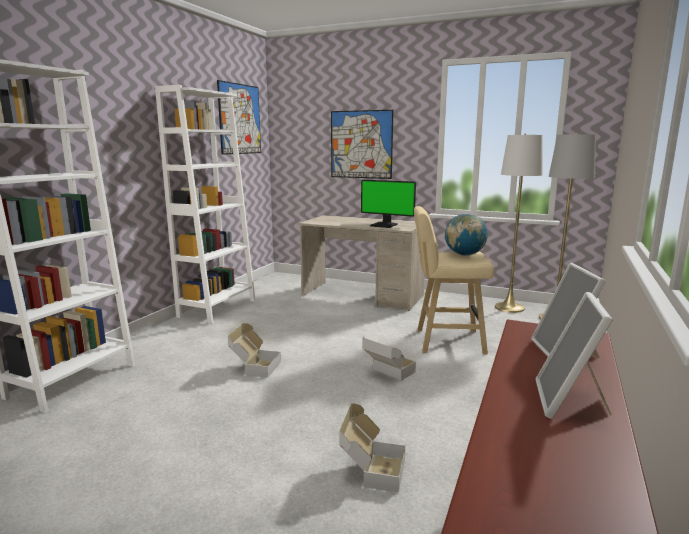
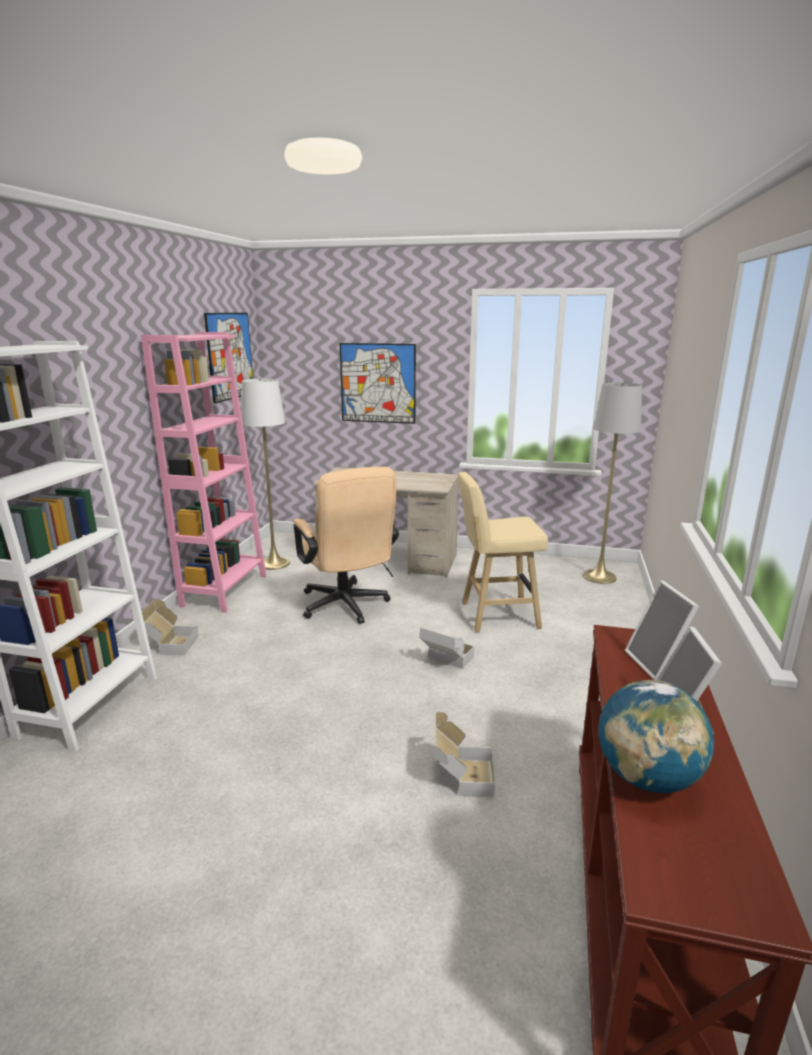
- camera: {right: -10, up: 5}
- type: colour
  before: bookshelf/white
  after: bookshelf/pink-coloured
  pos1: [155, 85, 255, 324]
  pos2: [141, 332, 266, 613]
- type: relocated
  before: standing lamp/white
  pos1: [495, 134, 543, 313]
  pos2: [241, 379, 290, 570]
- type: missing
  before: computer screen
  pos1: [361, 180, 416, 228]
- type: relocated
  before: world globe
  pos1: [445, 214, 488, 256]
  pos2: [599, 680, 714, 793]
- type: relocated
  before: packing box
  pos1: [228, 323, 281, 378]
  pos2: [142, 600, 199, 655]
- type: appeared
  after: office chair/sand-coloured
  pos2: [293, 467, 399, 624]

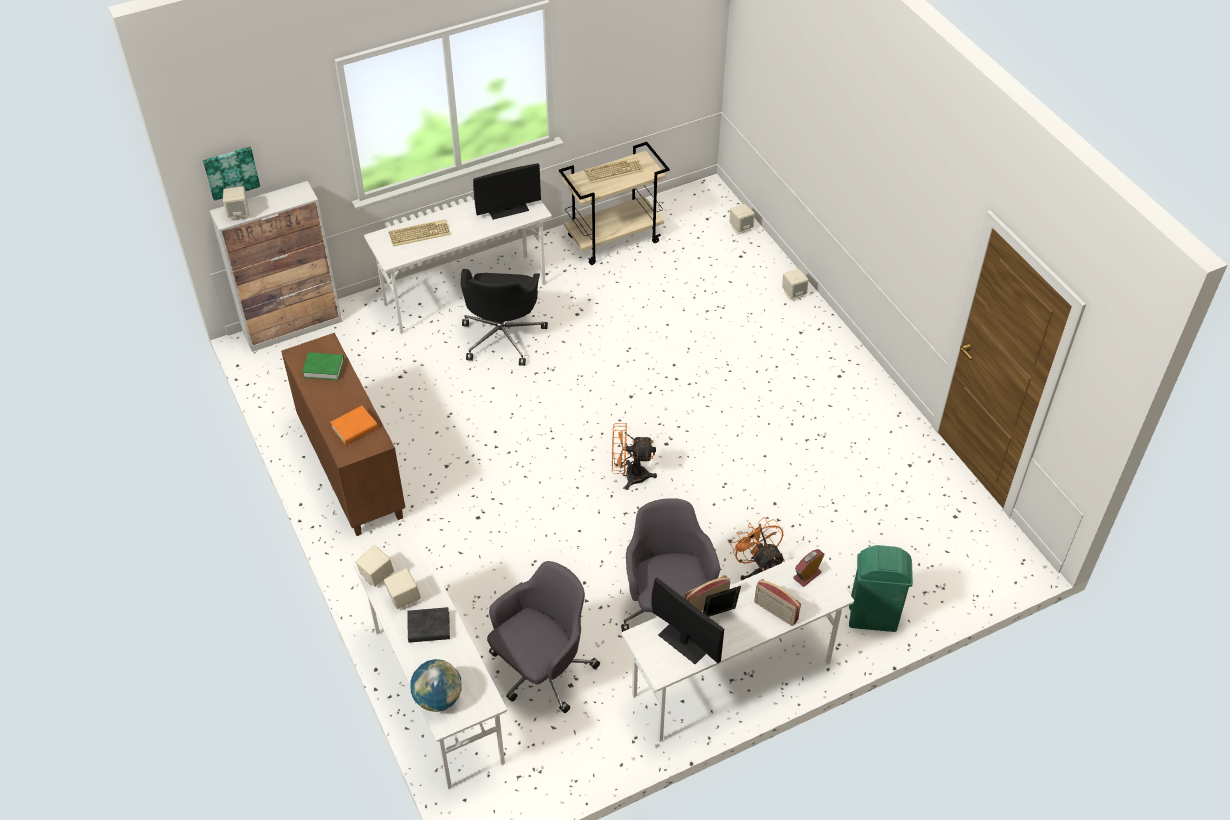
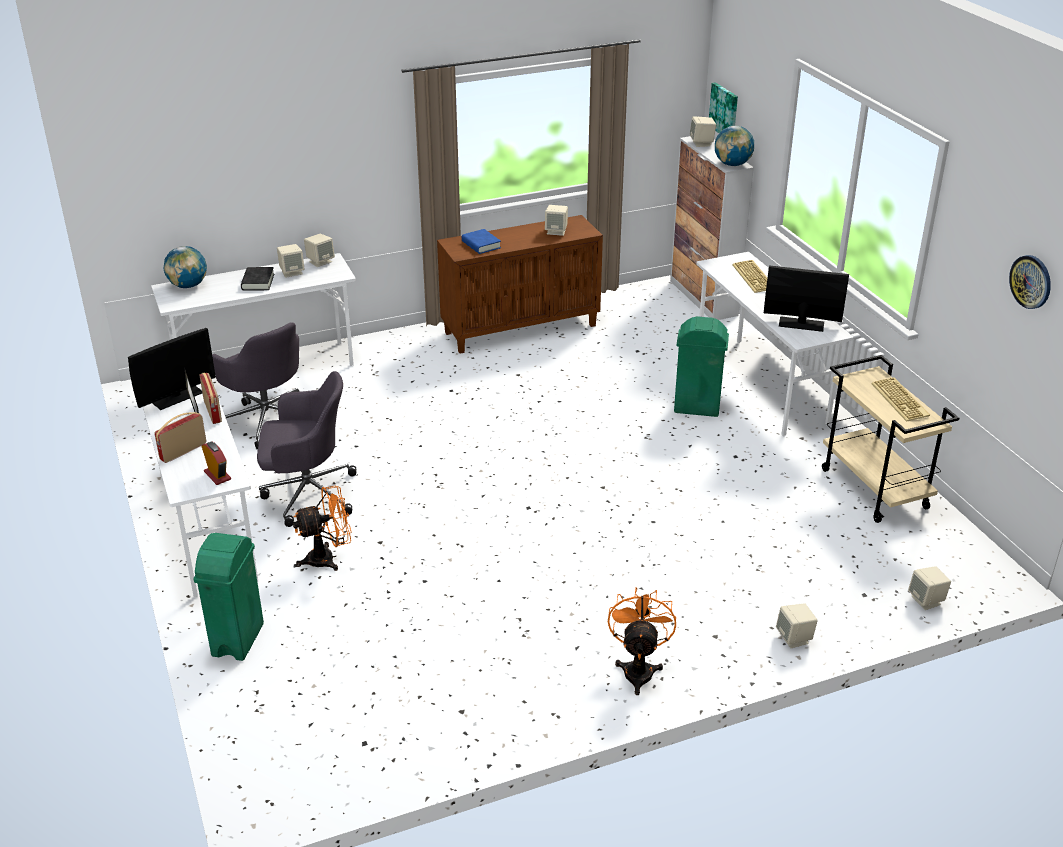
- camera: {right: 95, up: -15}
- type: spun
  before: computer screen
  pos1: [473, 163, 541, 220]
  pos2: [764, 265, 849, 332]
  turn: 120
- type: exchanged
  before: office chair/black-coloured
  after: trash can/green
  pos1: [461, 269, 548, 366]
  pos2: [674, 316, 729, 417]
- type: exchanged
  before: book/green
  after: speaker/sand-coloured
  pos1: [302, 352, 344, 380]
  pos2: [545, 205, 568, 236]
- type: colour
  before: book/orange
  after: book/blue
  pos1: [330, 406, 378, 445]
  pos2: [462, 229, 501, 254]
- type: relocated
  before: cooling fan/orange
  pos1: [612, 423, 657, 490]
  pos2: [608, 587, 676, 695]
- type: appeared
  after: world globe
  pos2: [715, 125, 754, 166]
- type: appeared
  after: wall clock
  pos2: [1009, 255, 1051, 309]

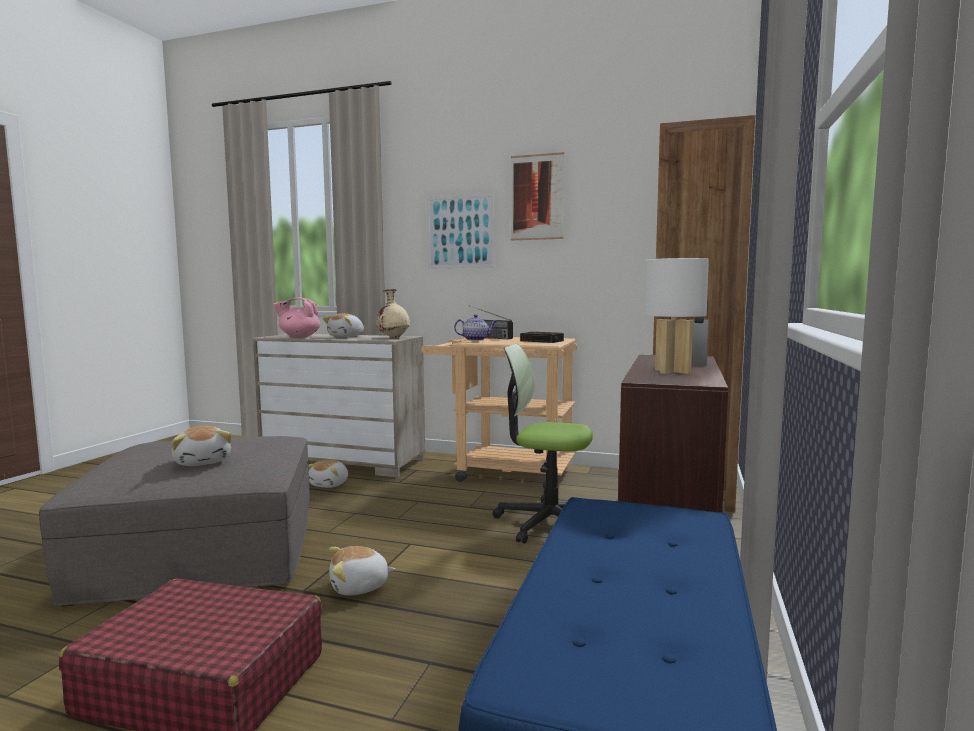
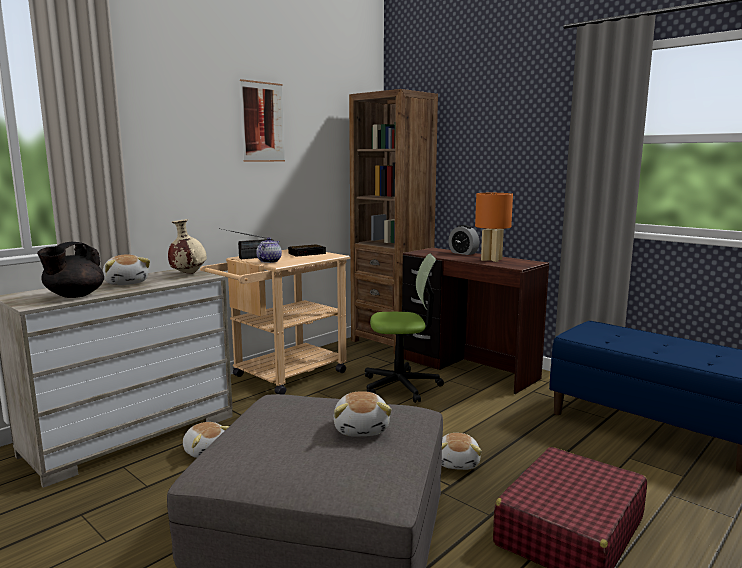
- camera: {right: -65, up: 5}
- type: missing
  before: wall picture
  pos1: [427, 194, 494, 269]
- type: colour
  before: lamp for a table/white
  after: lamp for a table/orange
  pos1: [644, 258, 709, 374]
  pos2: [475, 193, 513, 262]
- type: colour
  before: pot for tea/pink-coloured
  after: pot for tea/black-coloured
  pos1: [273, 298, 320, 338]
  pos2: [37, 242, 104, 298]
- type: spun
  before: office chair
  pos1: [493, 344, 593, 544]
  pos2: [365, 253, 444, 403]
  turn: -135
- type: spun
  before: soft toy
  pos1: [172, 426, 232, 466]
  pos2: [334, 391, 392, 437]
  turn: 90

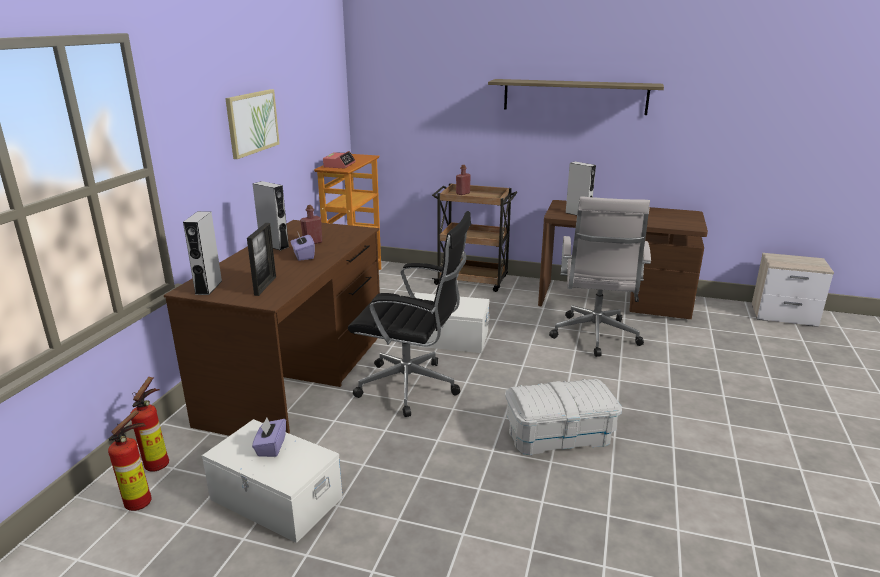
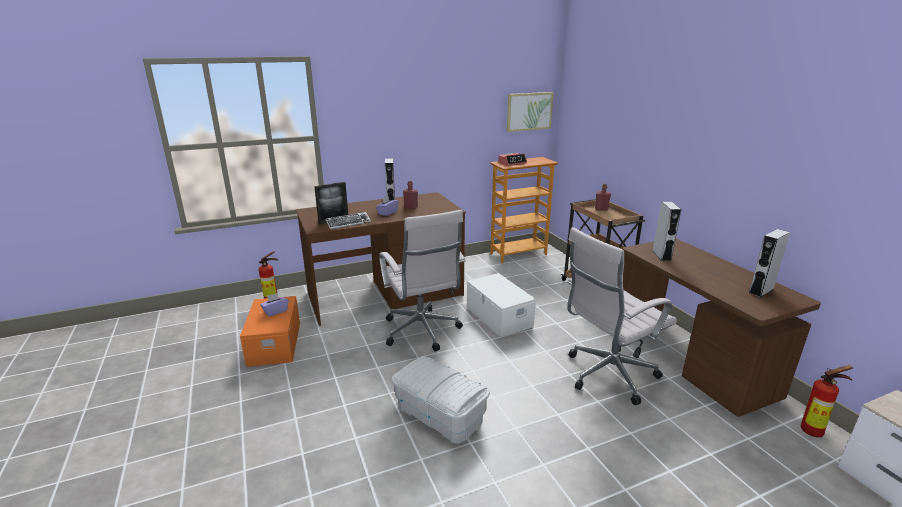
- camera: {right: 50, up: 0}
- type: missing
  before: bracket shelf
  pos1: [488, 79, 664, 115]
- type: relocated
  before: wall picture
  pos1: [225, 89, 280, 159]
  pos2: [507, 92, 554, 132]
- type: relocated
  before: speaker/greyish
  pos1: [183, 211, 222, 295]
  pos2: [749, 229, 790, 297]
- type: colour
  before: office chair/black-coloured
  after: office chair/white
  pos1: [348, 211, 471, 417]
  pos2: [379, 210, 466, 352]
- type: relocated
  before: fire extinguisher
  pos1: [108, 410, 152, 511]
  pos2: [801, 365, 853, 437]
- type: colour
  before: storage bin/white
  after: storage bin/orange
  pos1: [202, 419, 343, 543]
  pos2: [240, 296, 300, 367]
- type: appeared
  after: keyboard
  pos2: [325, 212, 371, 229]

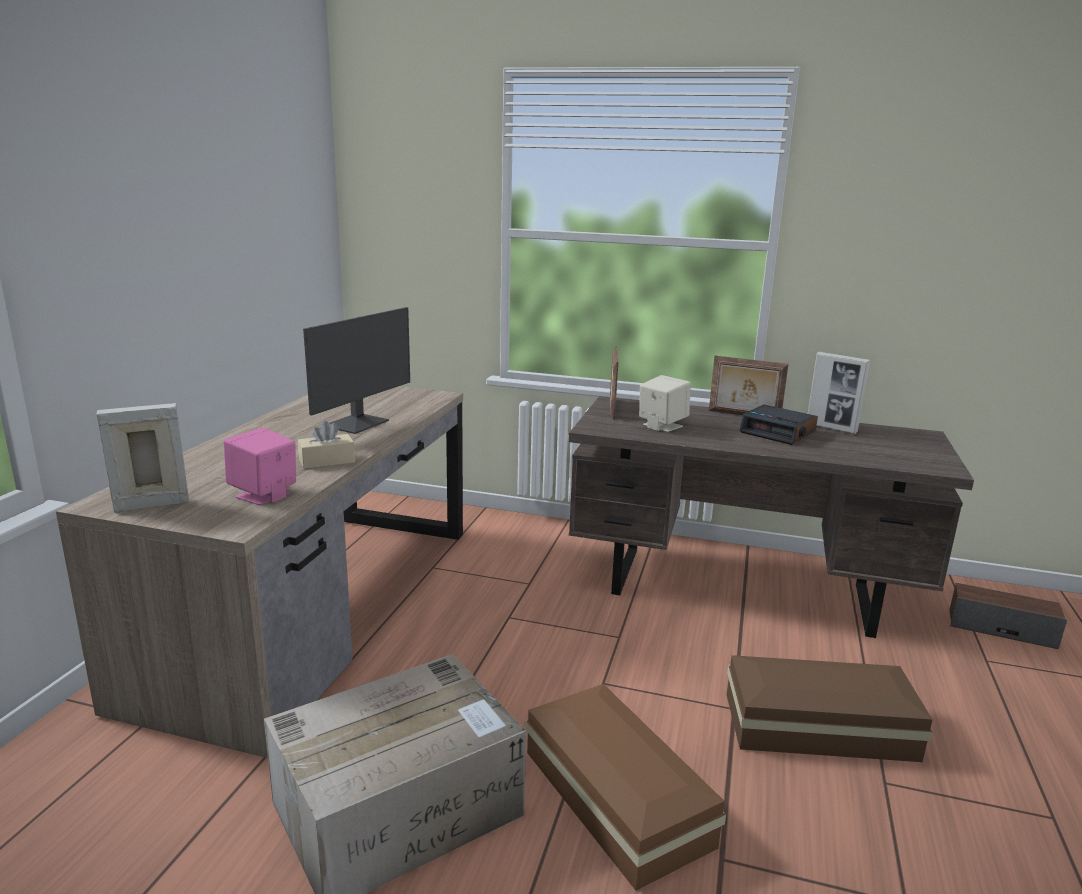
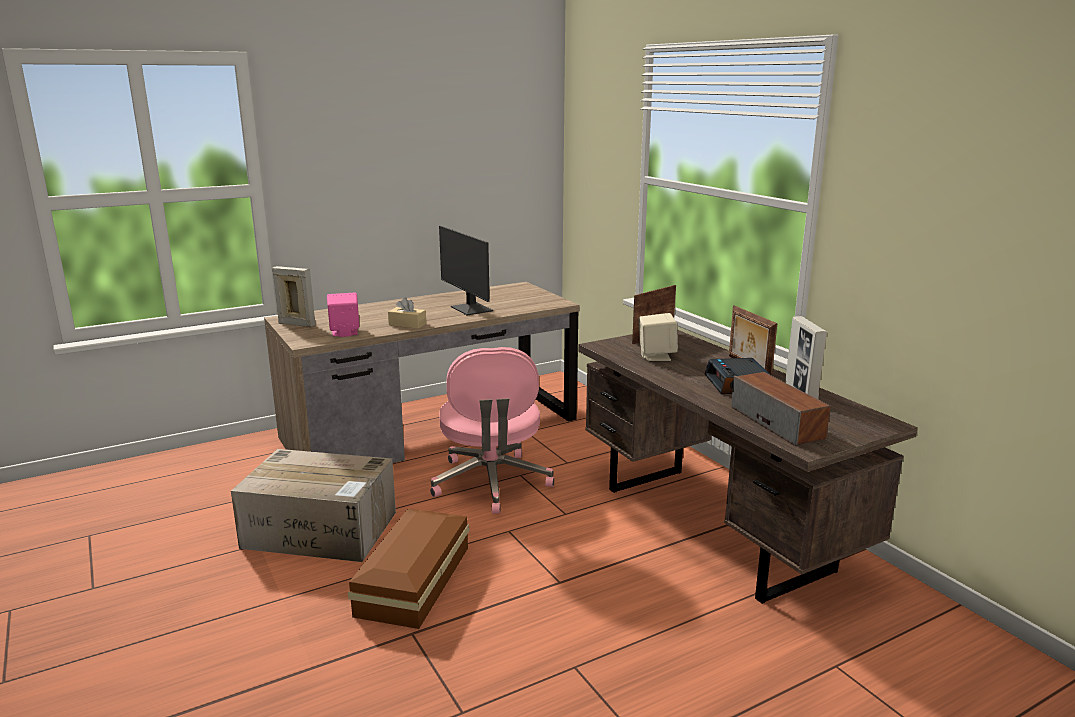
- camera: {right: 45, up: 0}
- type: spun
  before: computer screen
  pos1: [303, 307, 410, 434]
  pos2: [439, 226, 493, 315]
  turn: 75
- type: relocated
  before: speaker
  pos1: [950, 583, 1067, 649]
  pos2: [731, 372, 830, 446]
- type: missing
  before: storage bin/brown-coloured
  pos1: [727, 655, 933, 762]
- type: appeared
  after: office chair/pink-coloured
  pos2: [430, 347, 554, 513]

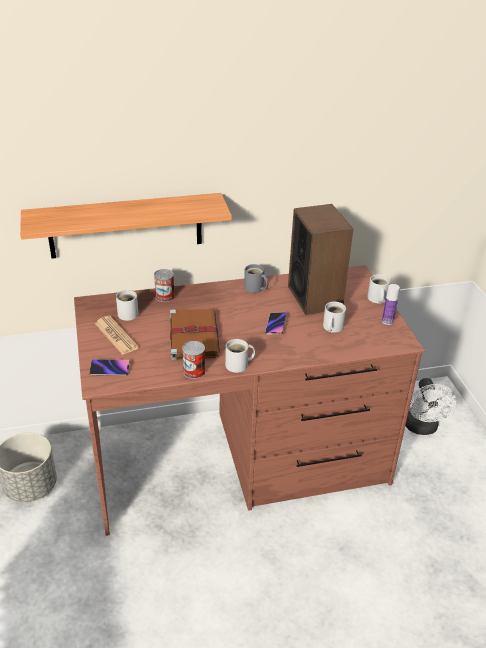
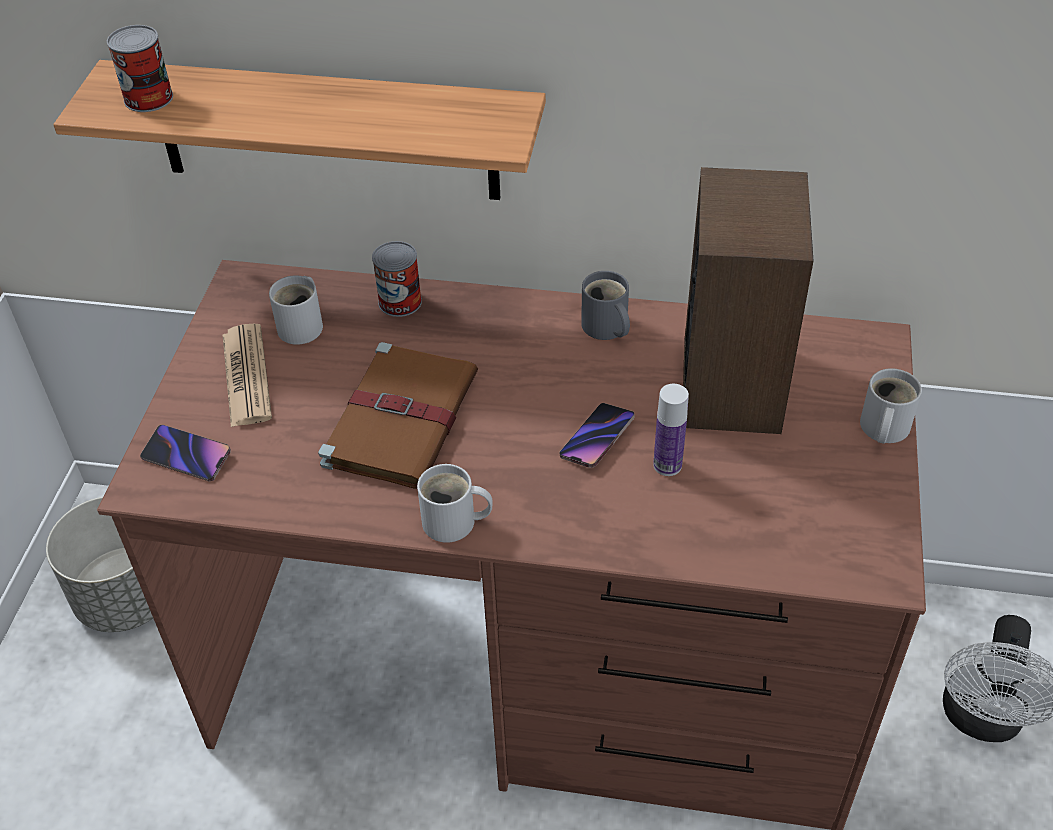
- camera: {right: 25, up: 10}
- type: relocated
  before: beverage bottle
  pos1: [382, 284, 400, 325]
  pos2: [653, 384, 689, 476]
- type: missing
  before: coffee mug/white
  pos1: [323, 302, 346, 333]
- type: relocated
  before: can
  pos1: [182, 341, 205, 379]
  pos2: [107, 25, 173, 112]

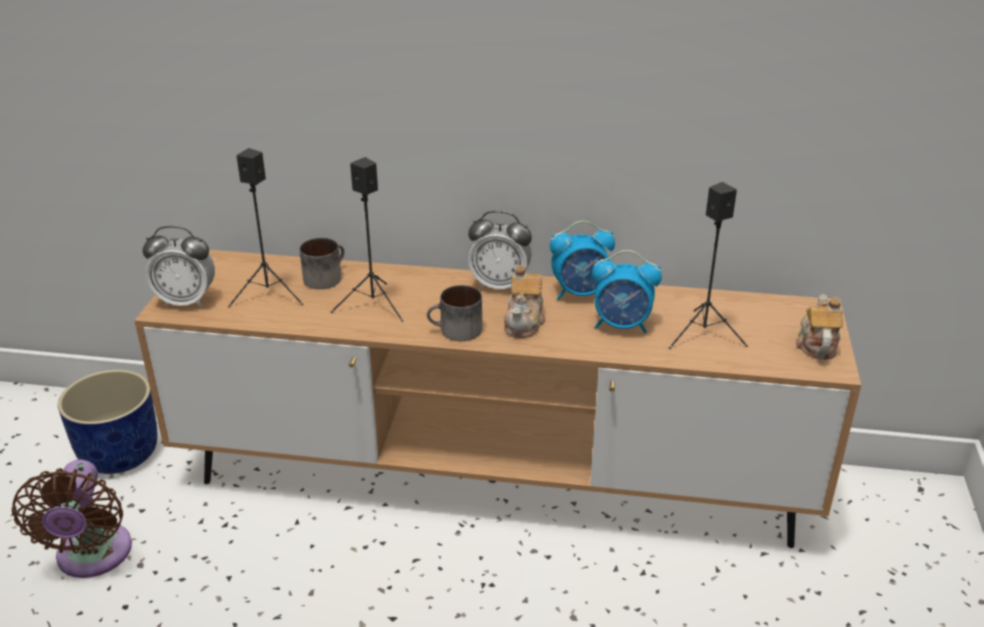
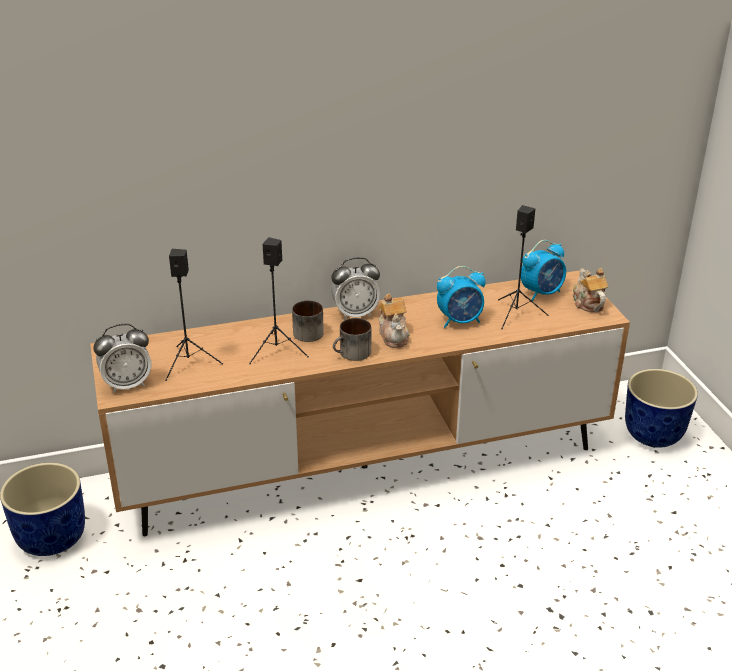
- camera: {right: -25, up: 0}
- type: relocated
  before: table clock
  pos1: [550, 221, 615, 300]
  pos2: [521, 240, 566, 300]
- type: relocated
  before: coffee mug
  pos1: [300, 238, 344, 289]
  pos2: [292, 300, 324, 342]
- type: missing
  before: cooling fan/brown-coloured
  pos1: [12, 459, 132, 578]
- type: appeared
  after: planter
  pos2: [625, 369, 698, 448]

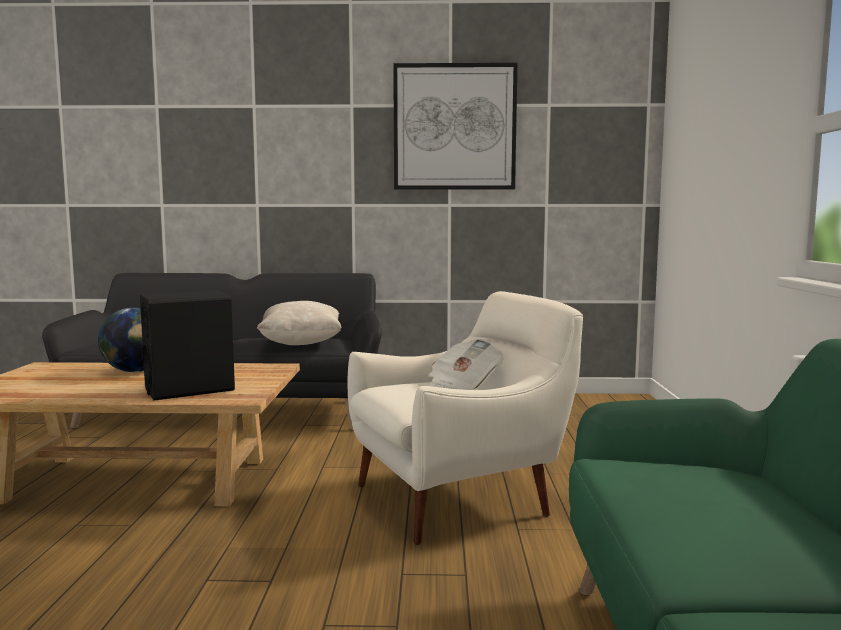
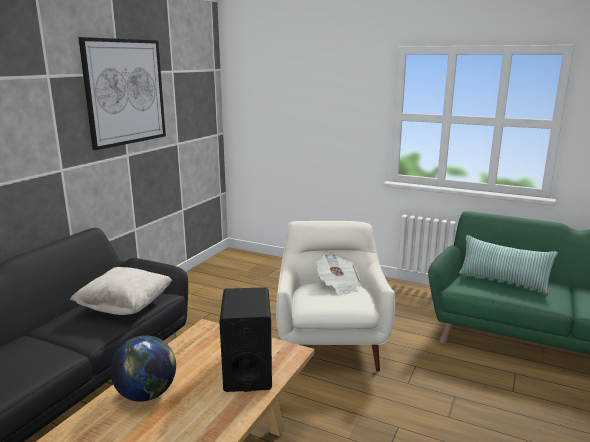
- camera: {right: -65, up: 10}
- type: appeared
  after: throw pillow
  pos2: [459, 235, 558, 294]

